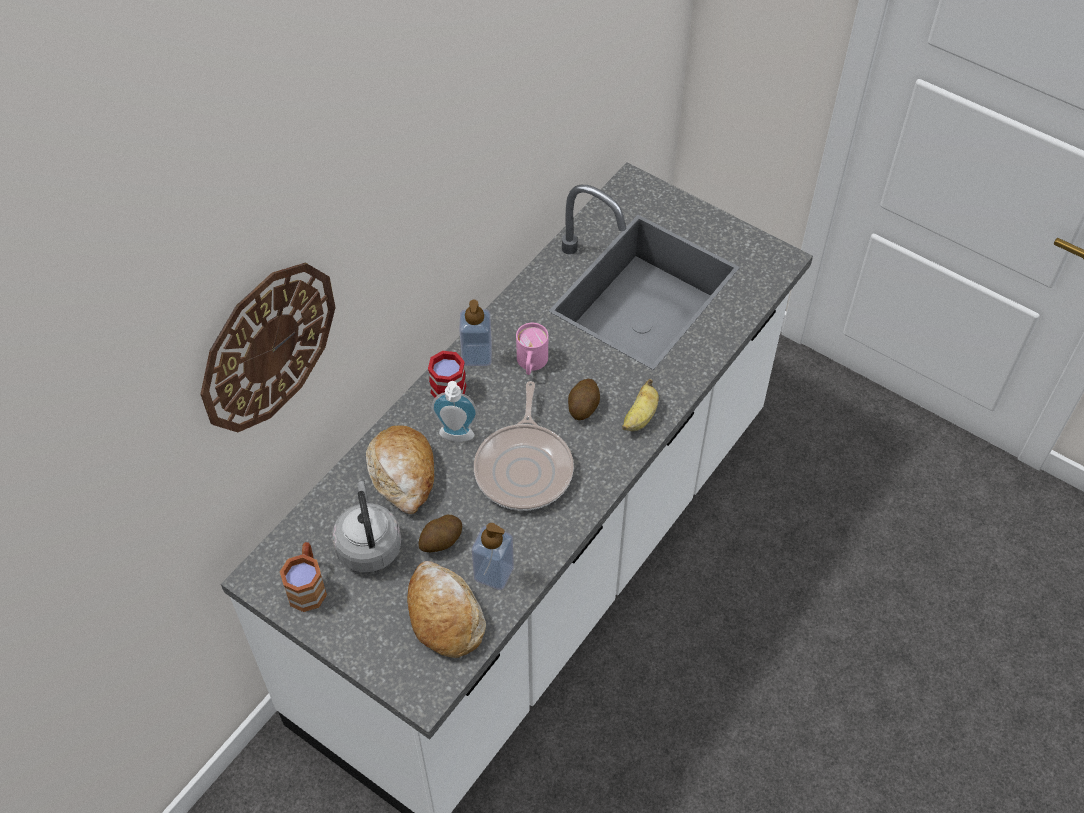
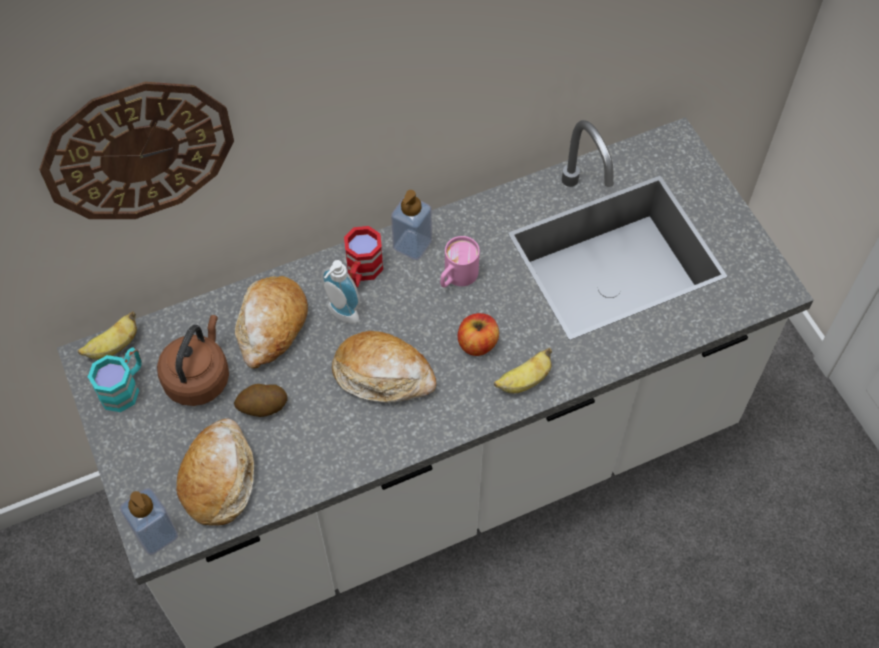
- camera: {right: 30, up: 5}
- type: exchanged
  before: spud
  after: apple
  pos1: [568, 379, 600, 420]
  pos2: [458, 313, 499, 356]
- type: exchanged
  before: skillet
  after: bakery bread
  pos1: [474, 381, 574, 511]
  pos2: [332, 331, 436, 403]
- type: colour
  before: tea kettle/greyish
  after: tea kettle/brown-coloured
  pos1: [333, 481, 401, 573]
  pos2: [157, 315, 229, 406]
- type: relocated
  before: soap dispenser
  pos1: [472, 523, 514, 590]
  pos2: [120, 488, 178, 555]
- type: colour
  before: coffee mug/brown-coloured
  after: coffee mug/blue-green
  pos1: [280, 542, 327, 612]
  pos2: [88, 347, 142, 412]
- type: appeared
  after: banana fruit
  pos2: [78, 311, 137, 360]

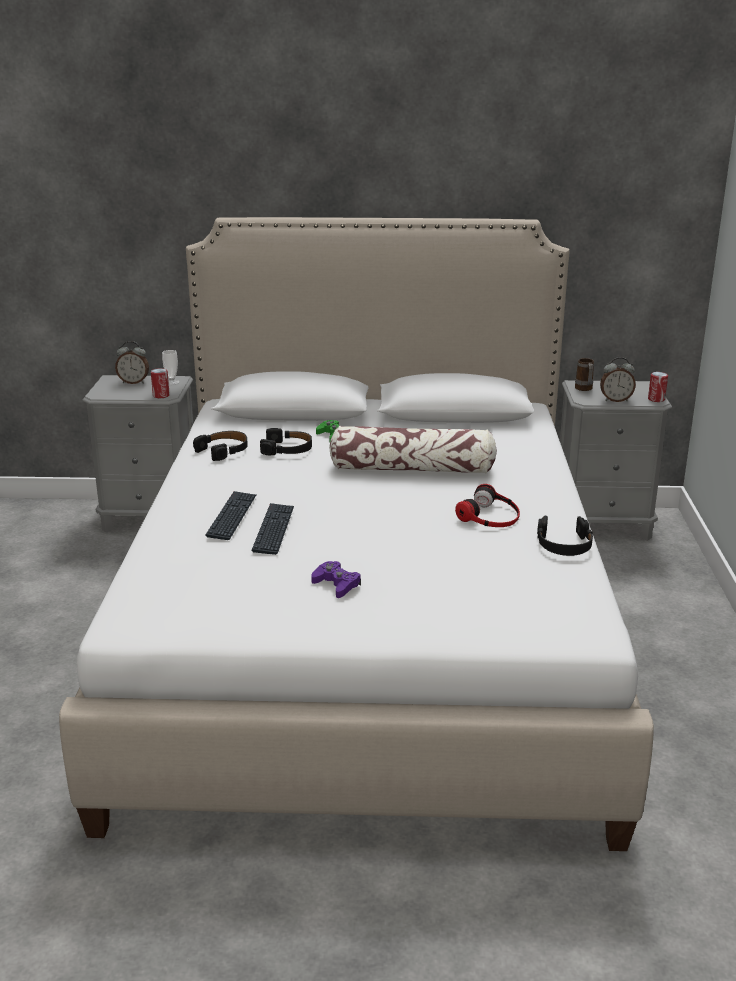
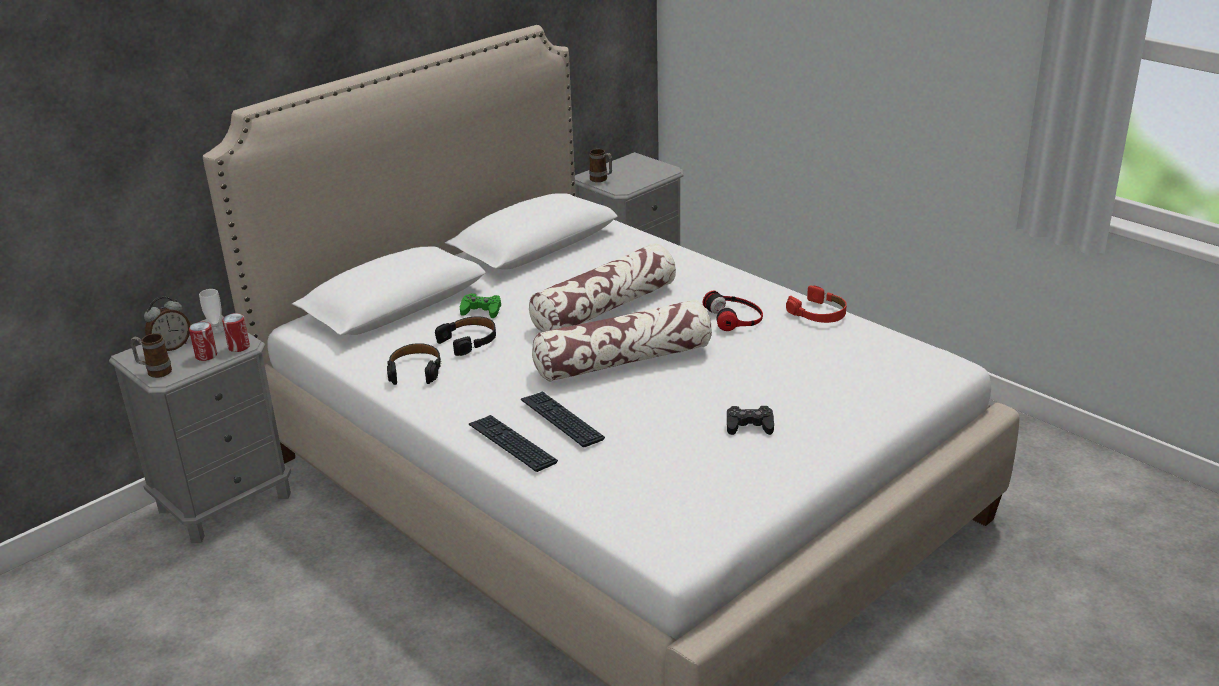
- camera: {right: -45, up: 5}
- type: missing
  before: table clock
  pos1: [600, 357, 636, 402]
- type: relocated
  before: can
  pos1: [648, 372, 668, 402]
  pos2: [189, 322, 217, 361]
- type: relocated
  before: keyboard
  pos1: [252, 503, 294, 555]
  pos2: [469, 415, 558, 472]
- type: colour
  before: headphones/black-coloured
  after: headphones/reddish
  pos1: [537, 516, 593, 556]
  pos2: [786, 285, 847, 323]
- type: colour
  before: game controller/purplish
  after: game controller/black-coloured
  pos1: [311, 561, 361, 598]
  pos2: [727, 406, 774, 435]
- type: appeared
  after: throw pillow
  pos2: [532, 299, 712, 382]
- type: appeared
  after: coffee mug
  pos2: [130, 333, 172, 378]

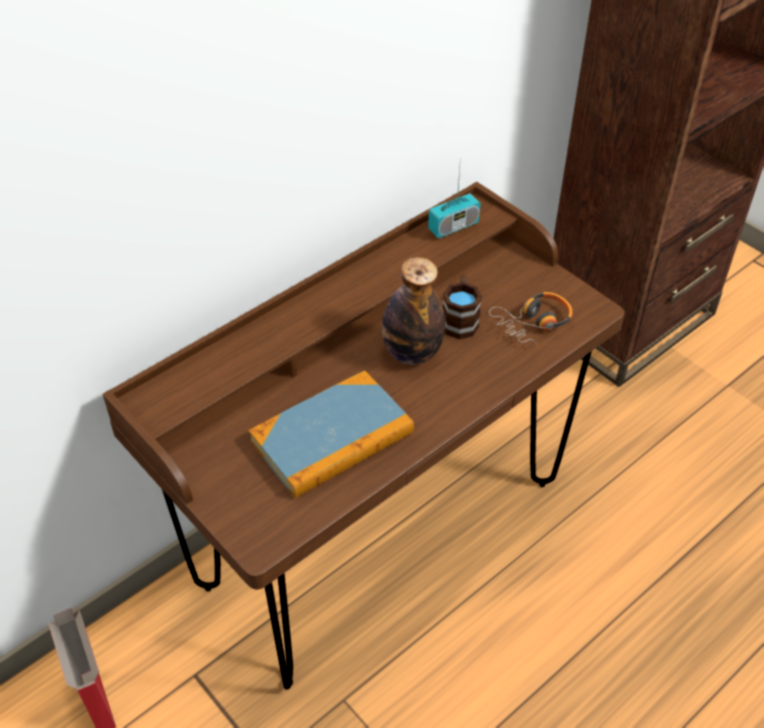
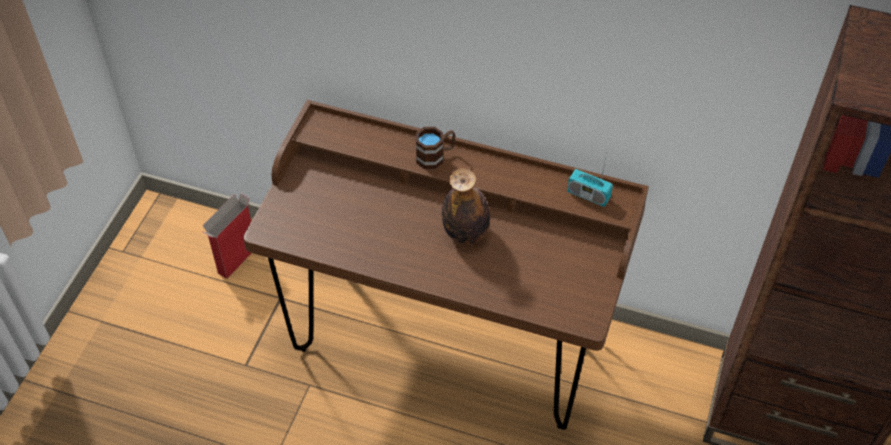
- camera: {right: 60, up: 5}
- type: relocated
  before: coffee mug/brown-coloured
  pos1: [443, 275, 482, 339]
  pos2: [416, 127, 456, 169]
- type: missing
  before: headphones
  pos1: [489, 292, 573, 346]
- type: missing
  before: book
  pos1: [249, 370, 414, 498]

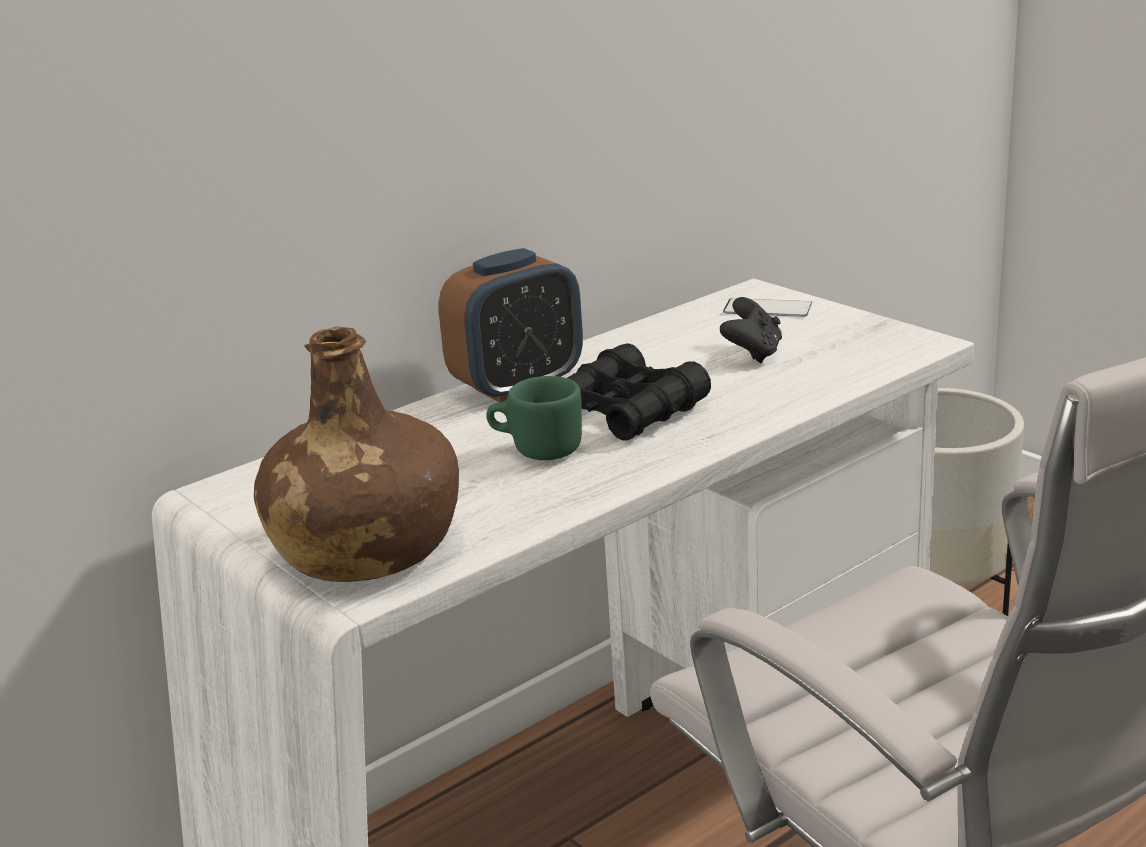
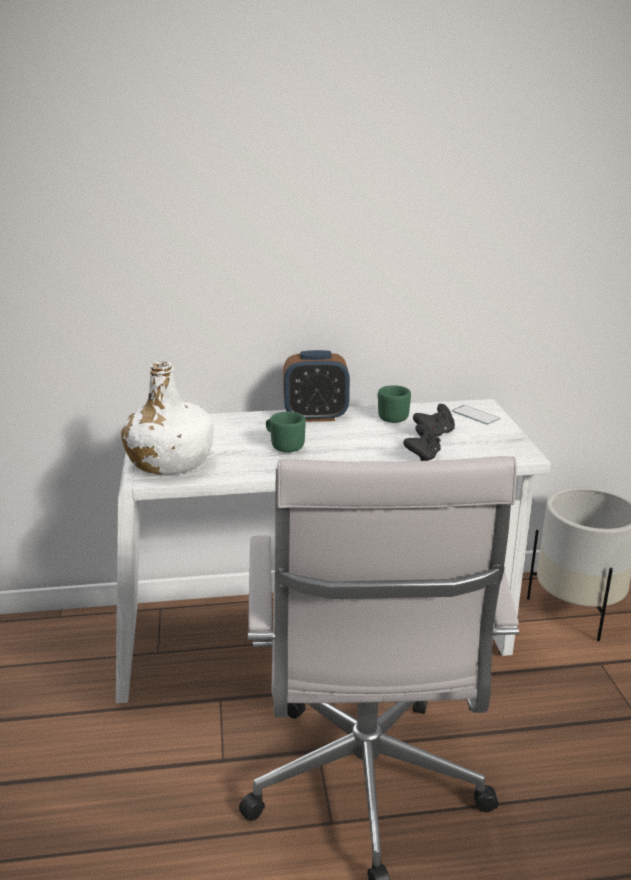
- camera: {right: 30, up: 0}
- type: colour
  before: beverage bottle/brown-coloured
  after: beverage bottle/white
  pos1: [254, 327, 459, 582]
  pos2: [121, 362, 214, 475]
- type: missing
  before: field glasses/black-coloured
  pos1: [567, 343, 711, 441]
- type: appeared
  after: coffee mug/green
  pos2: [378, 385, 411, 423]
- type: appeared
  after: game controller/black-coloured
  pos2: [403, 424, 441, 461]

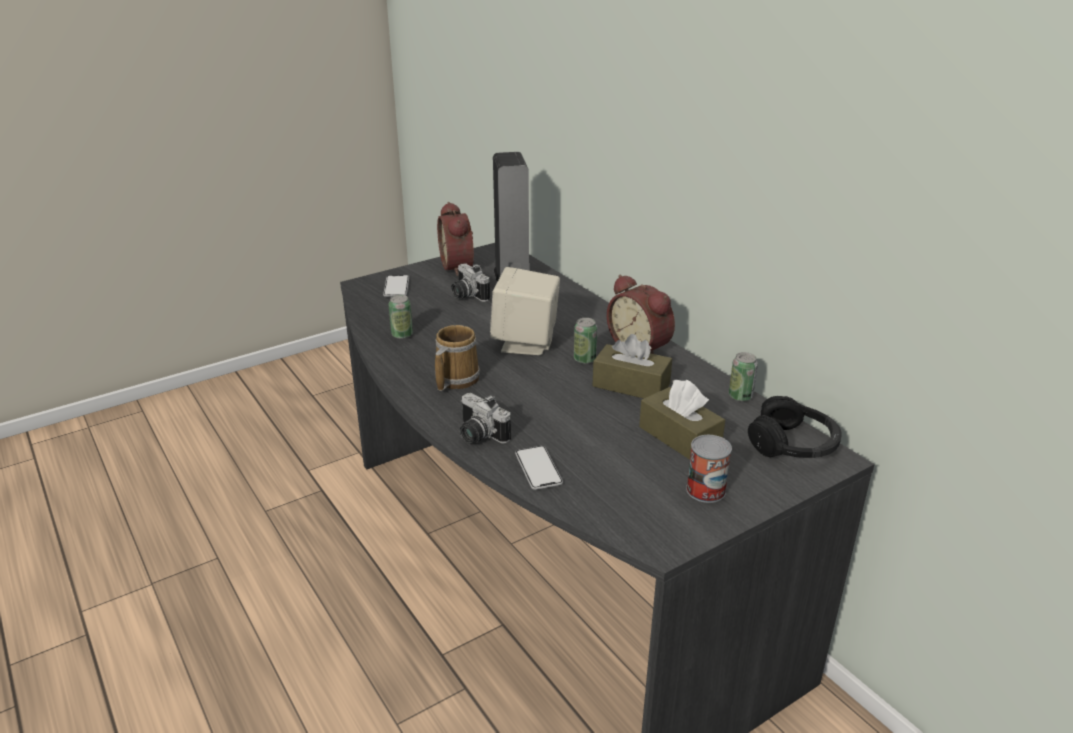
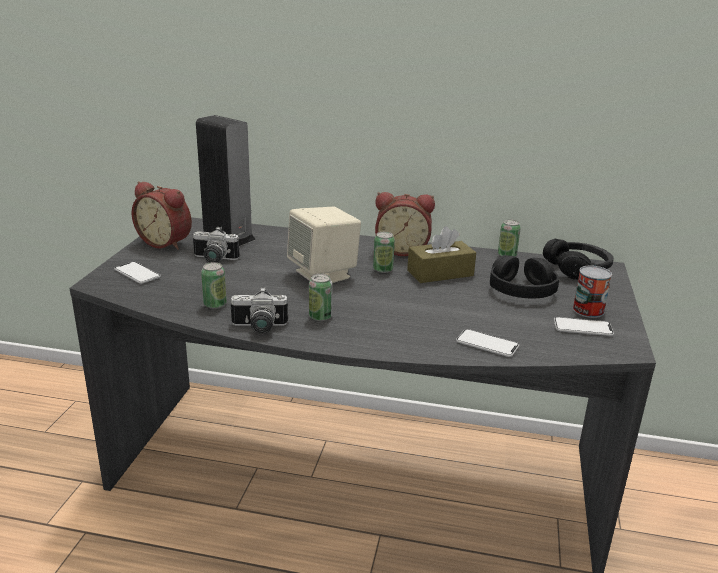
- camera: {right: -45, up: -5}
- type: exchanged
  before: coffee mug
  after: can
  pos1: [435, 325, 480, 391]
  pos2: [309, 274, 332, 321]
- type: exchanged
  before: box of tissues/brown-coloured
  after: headphones/black-coloured
  pos1: [639, 380, 725, 460]
  pos2: [490, 255, 559, 298]
- type: relocated
  before: photo camera
  pos1: [460, 393, 511, 444]
  pos2: [231, 287, 288, 334]
- type: appeared
  after: handset
  pos2: [554, 317, 614, 336]

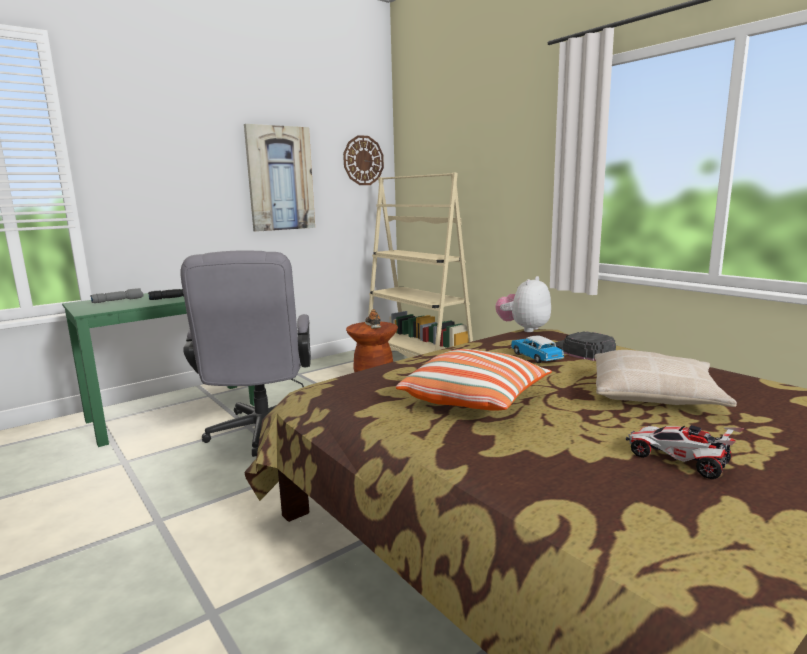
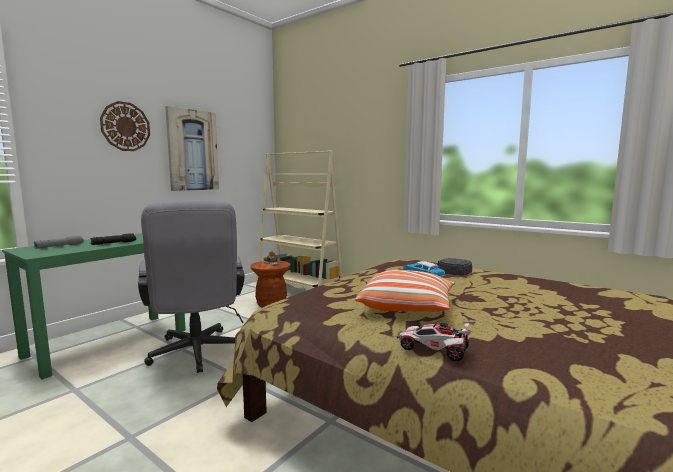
- camera: {right: -15, up: -5}
- type: relocated
  before: wall clock
  pos1: [343, 135, 384, 185]
  pos2: [100, 101, 150, 151]
- type: missing
  before: soft toy
  pos1: [495, 276, 551, 332]
- type: missing
  before: throw pillow/sand-coloured
  pos1: [594, 350, 737, 407]
- type: relocated
  before: model car
  pos1: [626, 425, 745, 479]
  pos2: [397, 321, 476, 361]

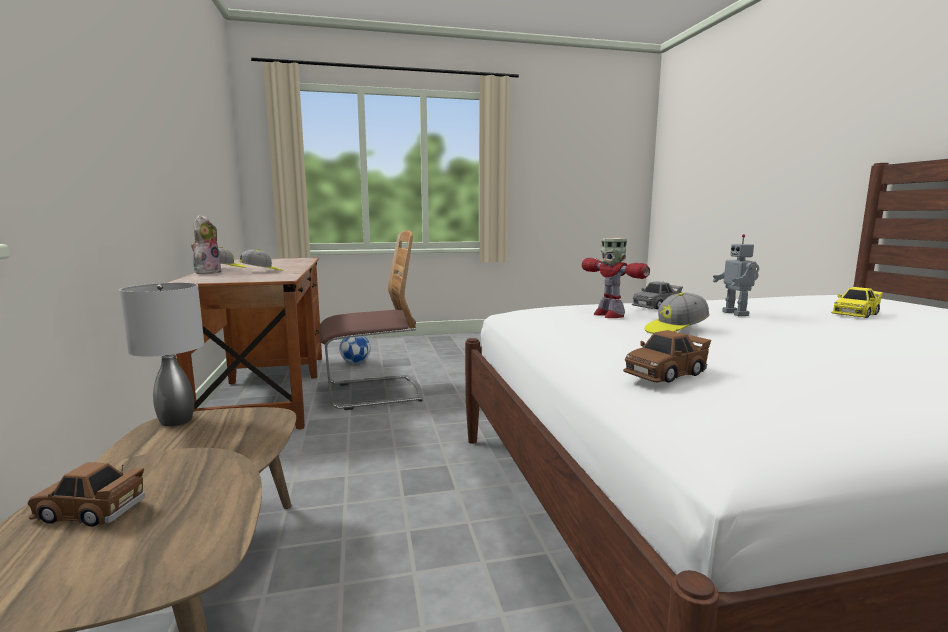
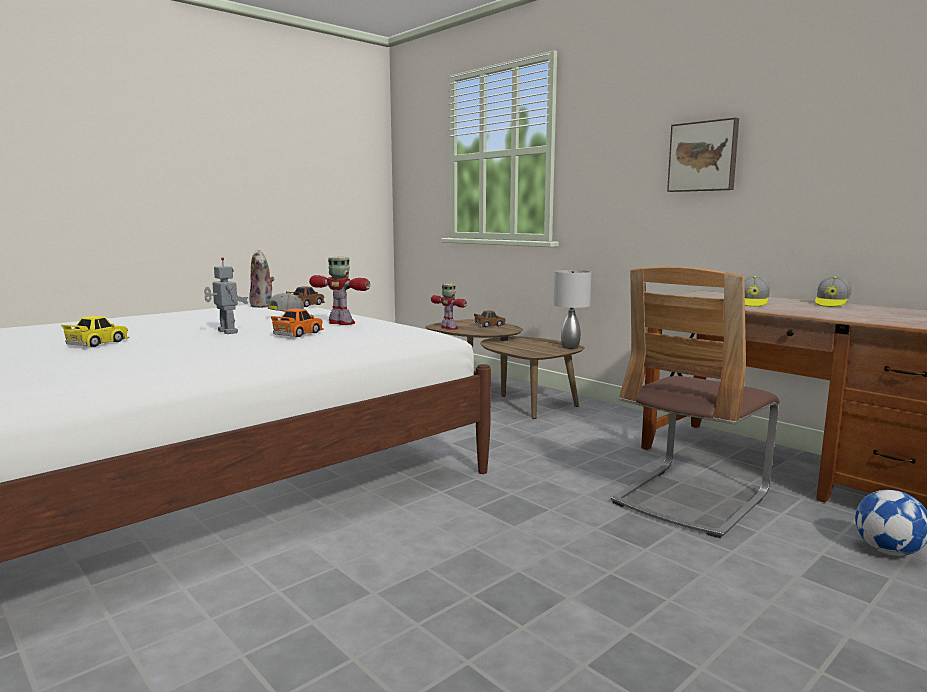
- camera: {right: 150, up: 0}
- type: relocated
  before: soft toy
  pos1: [191, 215, 221, 274]
  pos2: [249, 249, 275, 308]
- type: colour
  before: model car/greyish
  after: model car/orange
  pos1: [632, 281, 683, 309]
  pos2: [271, 308, 324, 337]
- type: appeared
  after: wall picture
  pos2: [667, 117, 739, 192]
- type: appeared
  after: robot figure
  pos2: [431, 283, 467, 330]

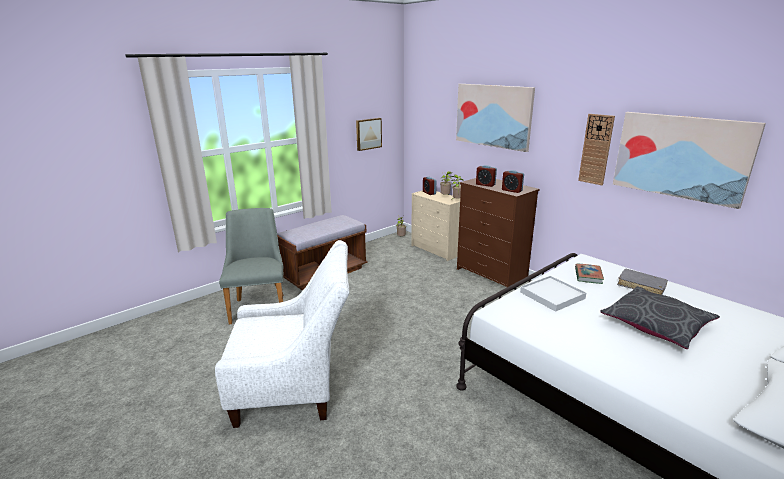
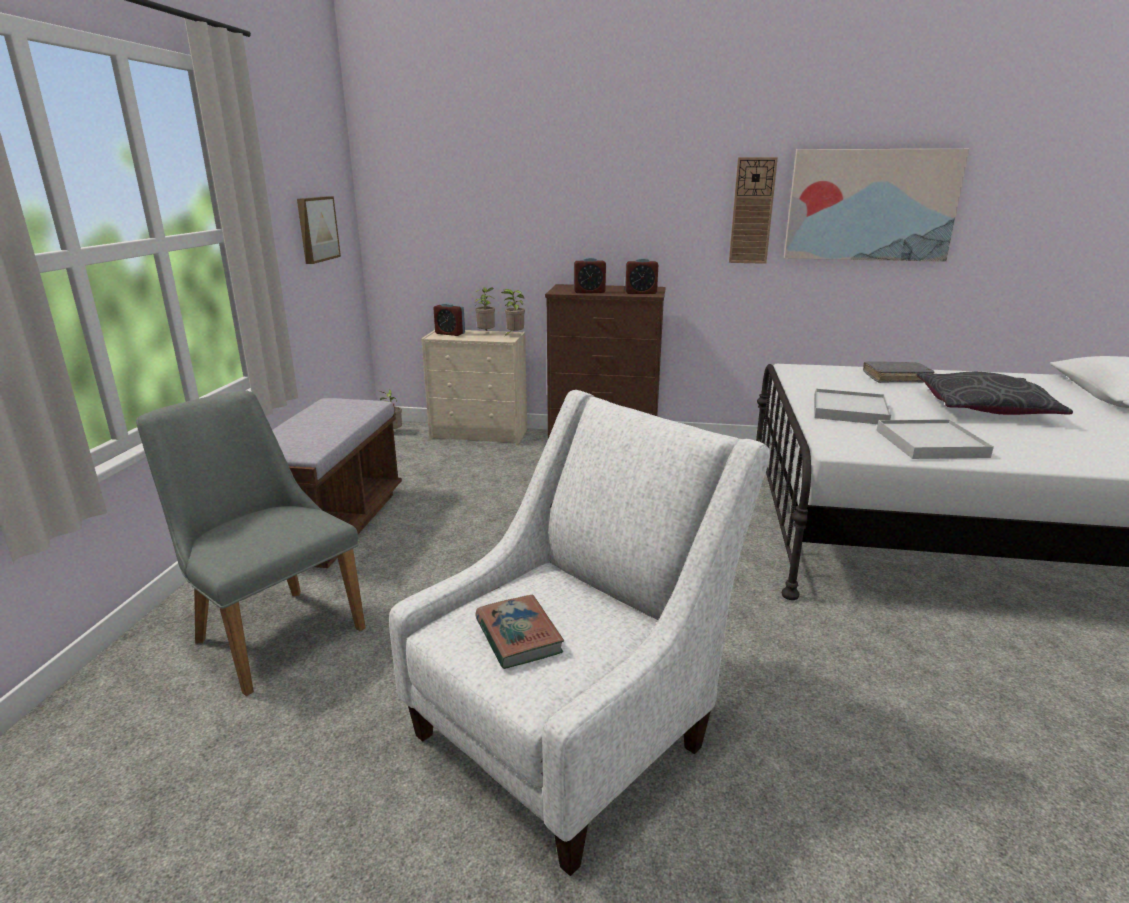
- camera: {right: -40, up: 0}
- type: missing
  before: wall picture
  pos1: [456, 84, 535, 152]
- type: relocated
  before: book
  pos1: [575, 264, 604, 284]
  pos2: [475, 595, 564, 669]
- type: appeared
  after: tray/white
  pos2: [876, 419, 994, 459]

